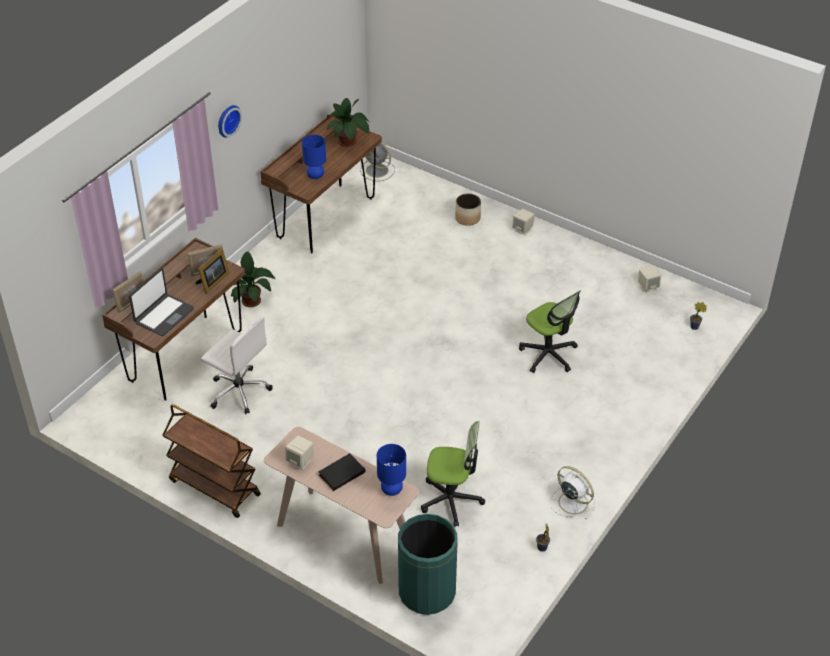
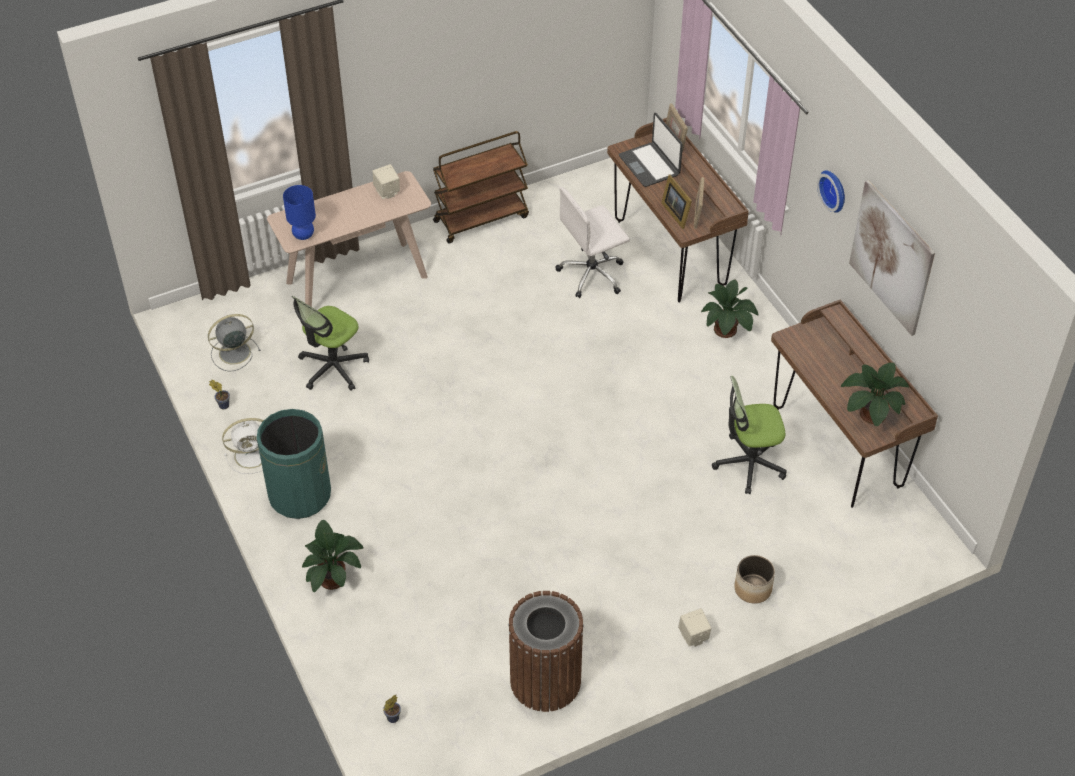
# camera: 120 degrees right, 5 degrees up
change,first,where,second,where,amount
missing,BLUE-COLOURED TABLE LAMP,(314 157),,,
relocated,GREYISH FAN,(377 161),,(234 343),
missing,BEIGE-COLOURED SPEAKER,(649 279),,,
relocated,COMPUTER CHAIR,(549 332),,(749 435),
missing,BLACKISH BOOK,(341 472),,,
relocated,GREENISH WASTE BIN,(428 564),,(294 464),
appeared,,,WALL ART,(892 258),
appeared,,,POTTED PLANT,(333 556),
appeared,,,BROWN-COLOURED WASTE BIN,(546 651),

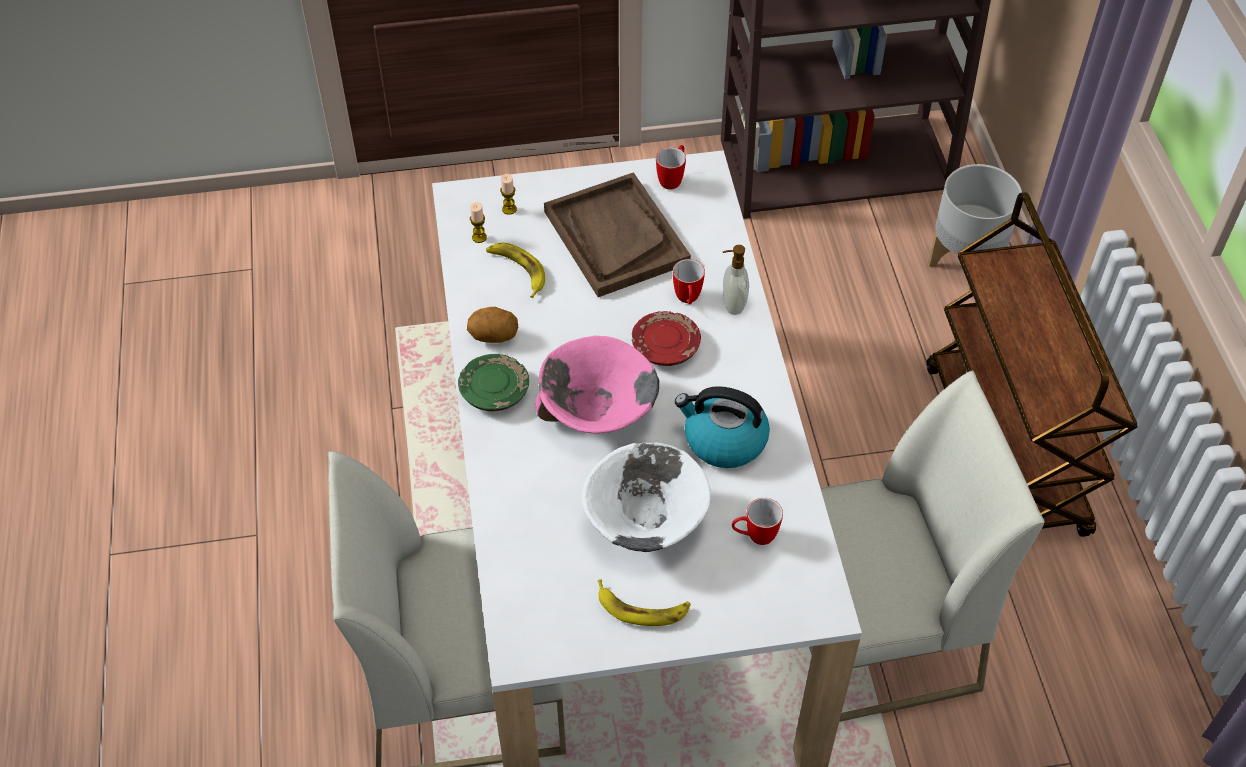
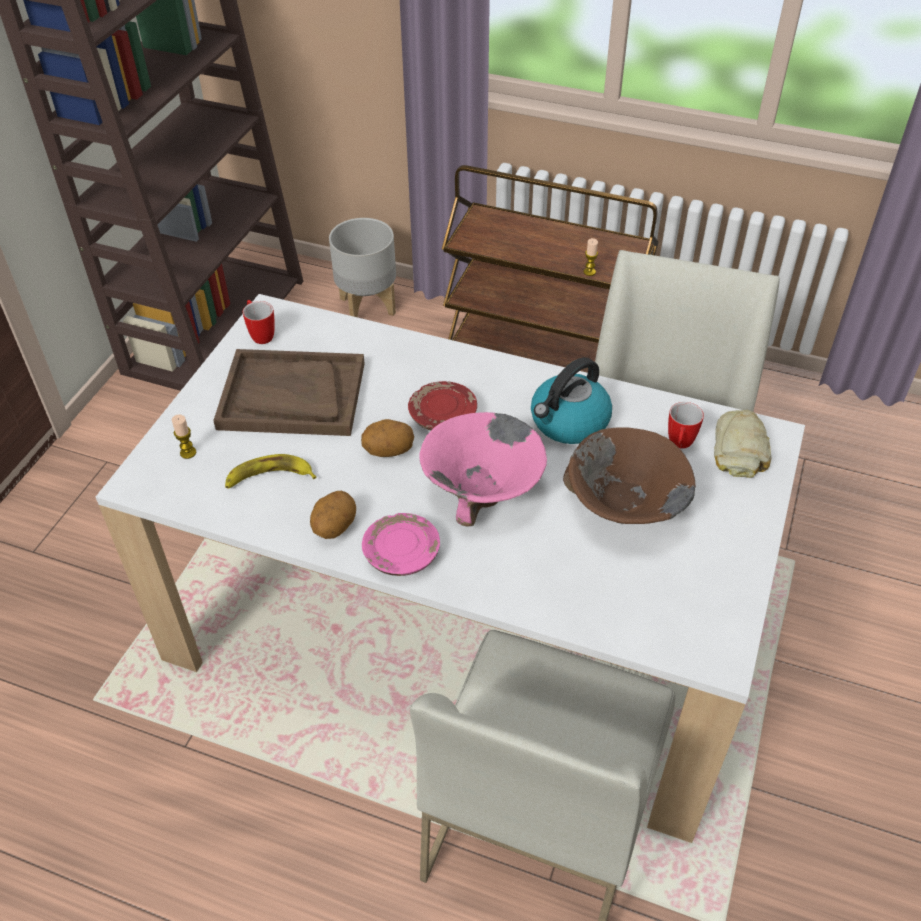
# camera: 60 degrees left, 5 degrees down
change,first,where,second,where,amount
relocated,CANDLE,(478 222),,(591 257),
missing,SOAP BOTTLE,(736 280),,,
missing,TEA MUG,(689 281),,,
colour,GREENISH FLAT DISH,(493 382),PINK FLAT DISH,(401 544),
colour,WHITE-COLOURED SERVING BOWL,(646 497),BROWN-COLOURED SERVING BOWL,(629 475),
missing,BANANA FRUIT,(644 602),,,
appeared,,,BREAD,(742 444),
appeared,,,WHOLE POTATO,(387 438),

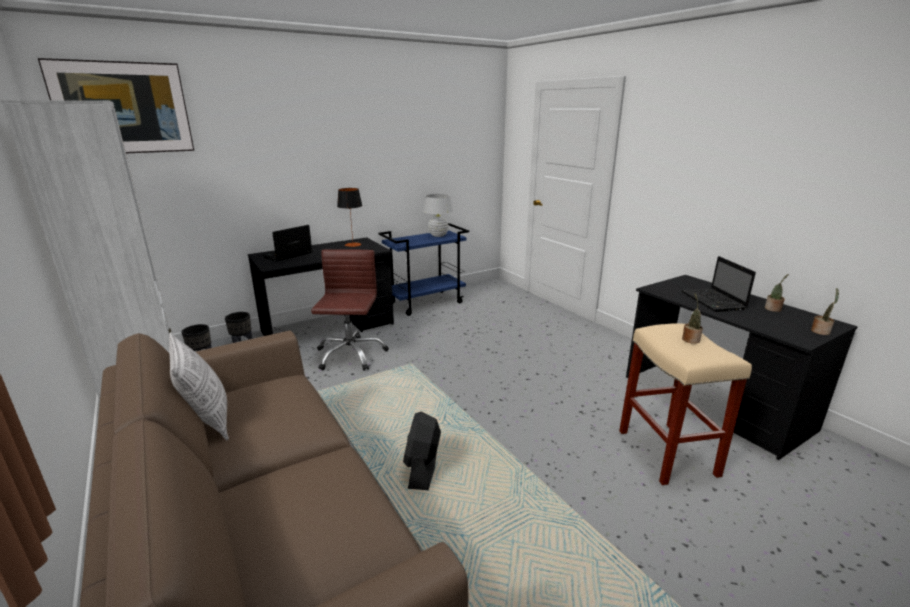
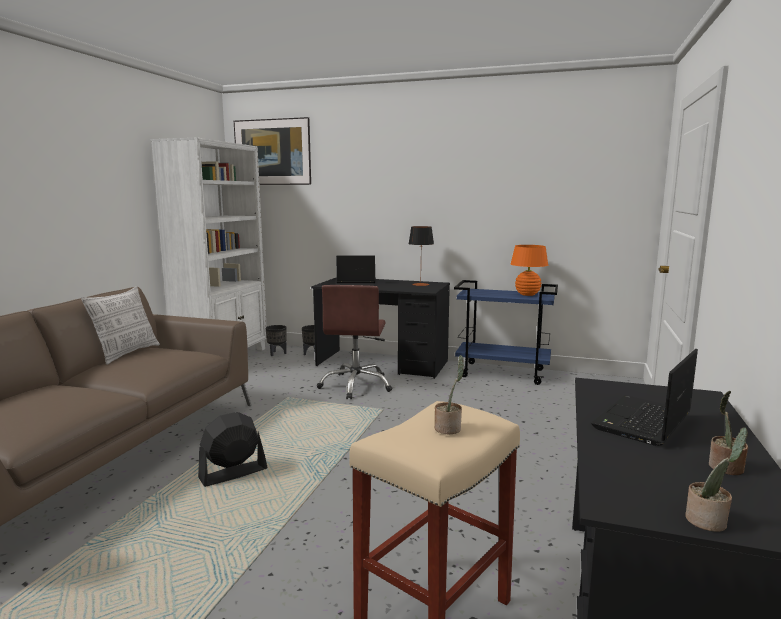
# camera: 50 degrees right, 10 degrees down
change,first,where,second,where,amount
colour,WHITE-COLOURED TABLE LAMP,(438 215),ORANGE TABLE LAMP,(529 270),
spun,BROWN-COLOURED COMPUTER CHAIR,(350 310),,(354 342),135 degrees clockwise

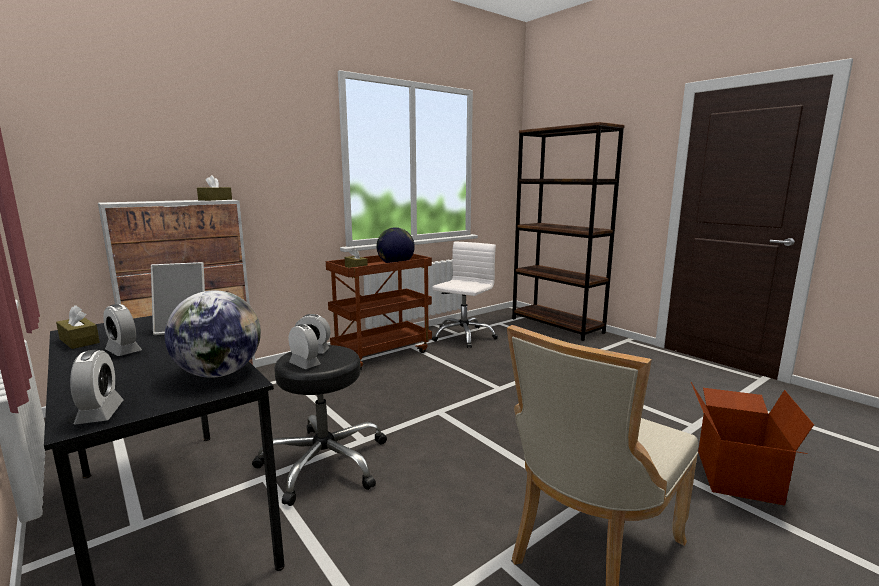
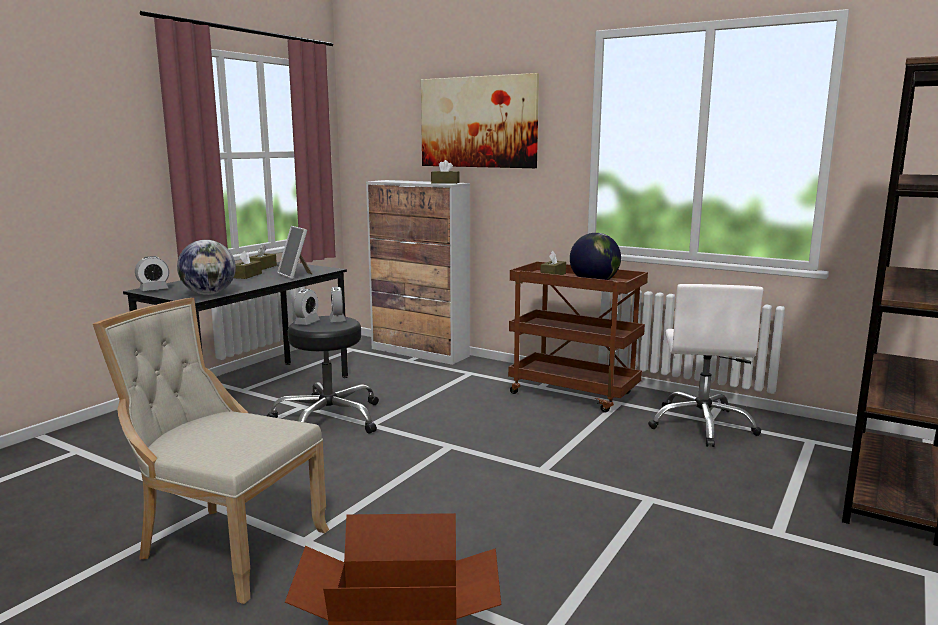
# camera: 70 degrees right, 0 degrees up
change,first,where,second,where,amount
spun,WHITE-COLOURED COMPUTER CHAIR,(465 295),,(705 365),90 degrees clockwise
exchanged,TABLE CLOCK,(122 330),BROWN-COLOURED TISSUE BOX,(248 265),
appeared,,,WALL ART,(480 120),

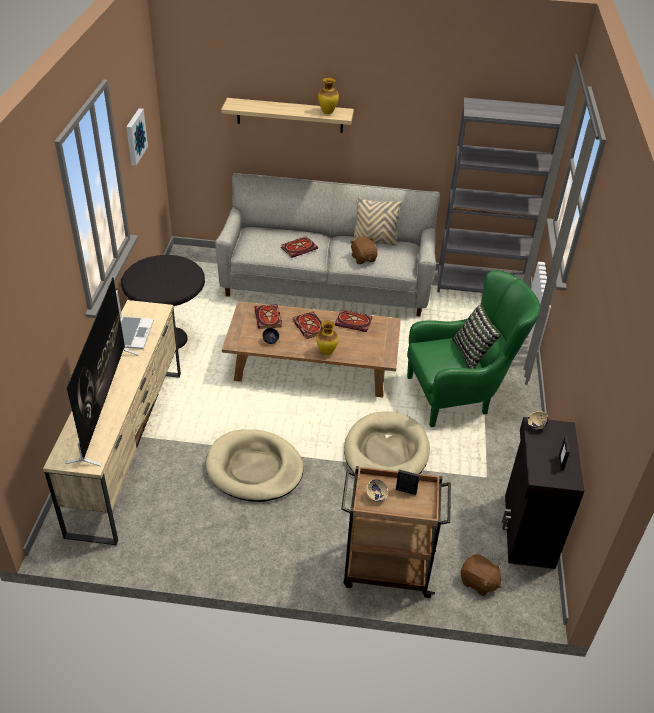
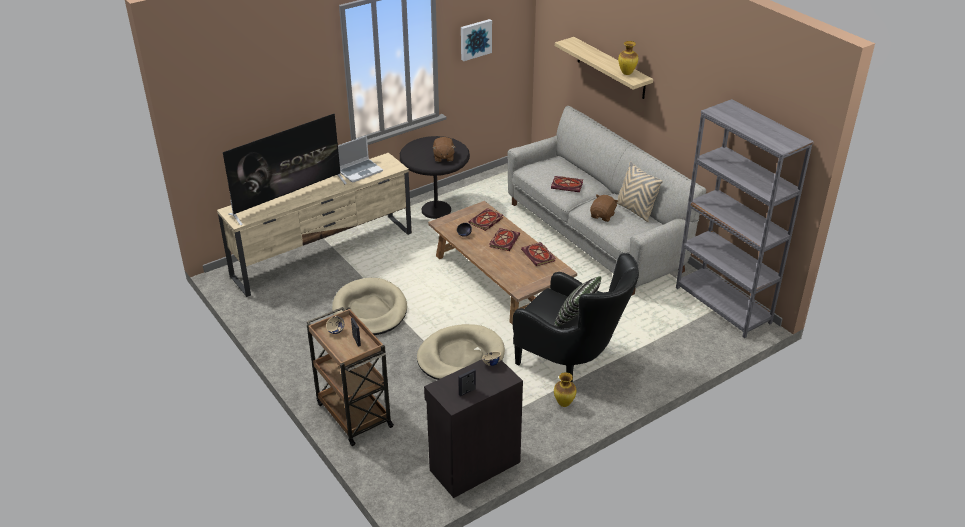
# camera: 50 degrees right, 5 degrees down
change,first,where,second,where,amount
colour,GREENISH EASY CHAIR,(474 348),BLACKISH EASY CHAIR,(576 318),
relocated,DECORATIVE VASE,(327 338),,(565 389),
relocated,BROWN-COLOURED SOFT TOY,(481 575),,(443 149),

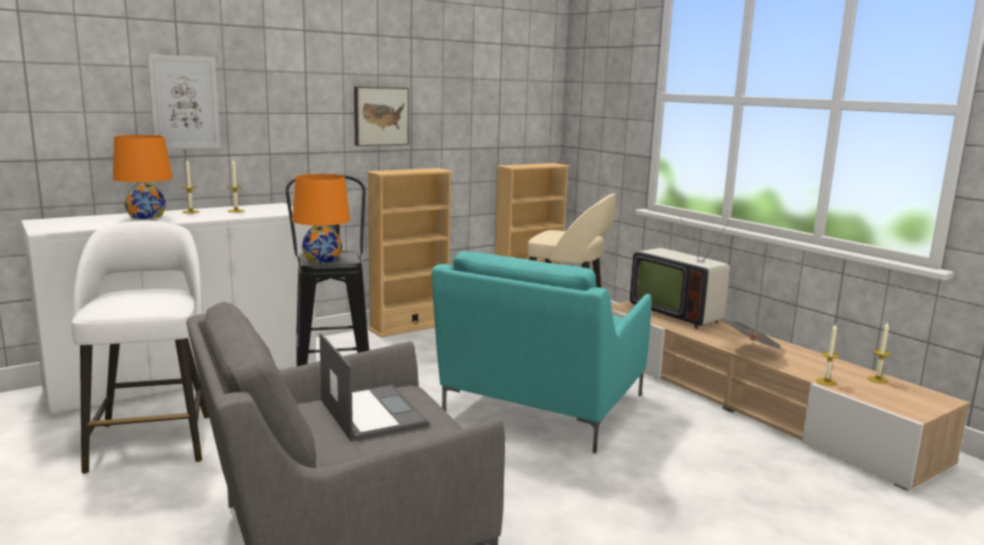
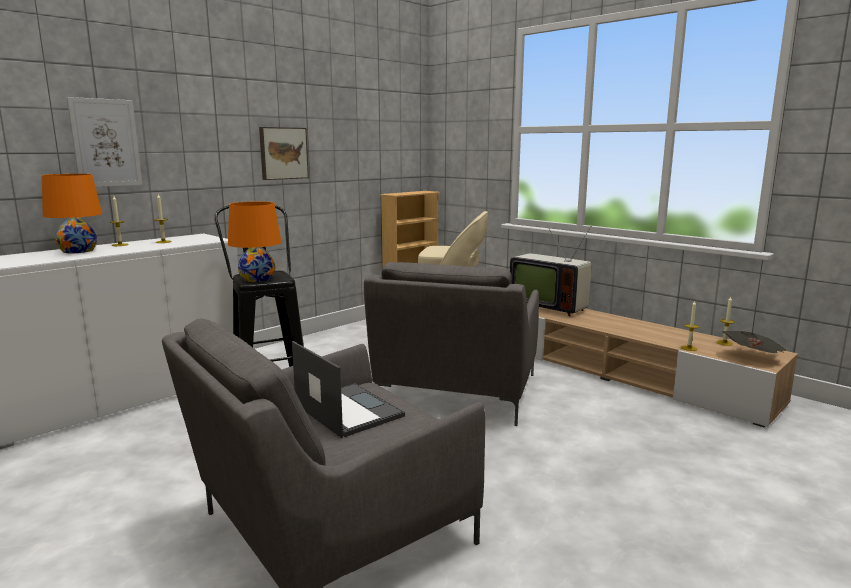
# camera: 10 degrees left, 0 degrees up
change,first,where,second,where,amount
missing,BEIGE-COLOURED BOOKCASE,(410 252),,,
missing,WHITE-COLOURED STOOL,(140 347),,,
colour,TURQUOISE EASY CHAIR,(542 352),GREYISH EASY CHAIR,(451 344),
relocated,NEWSPAPER,(754 335),,(754 342),

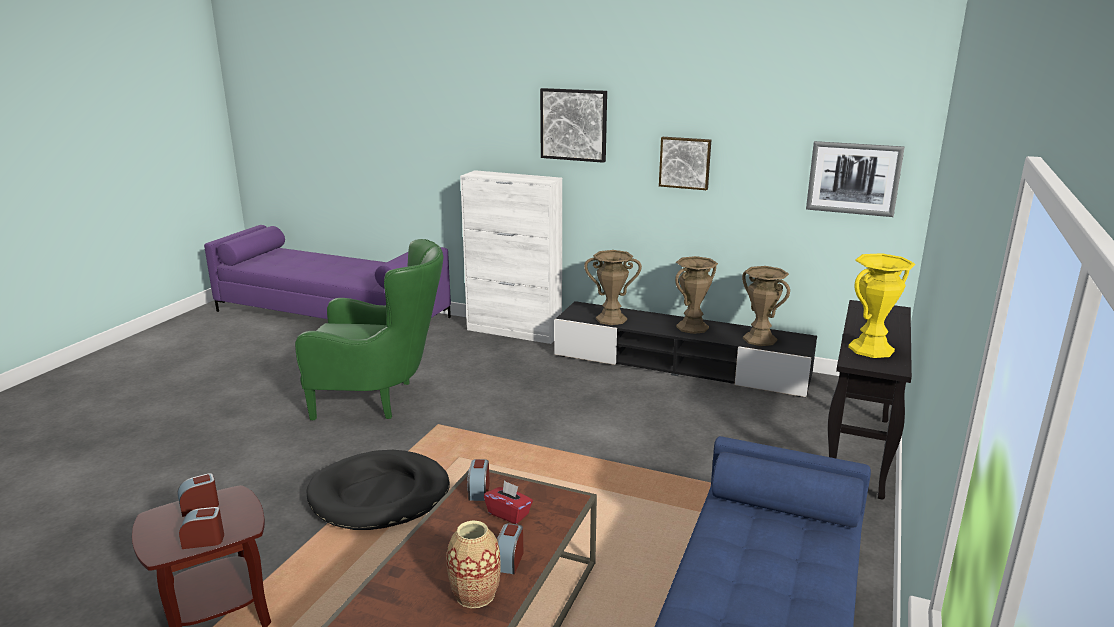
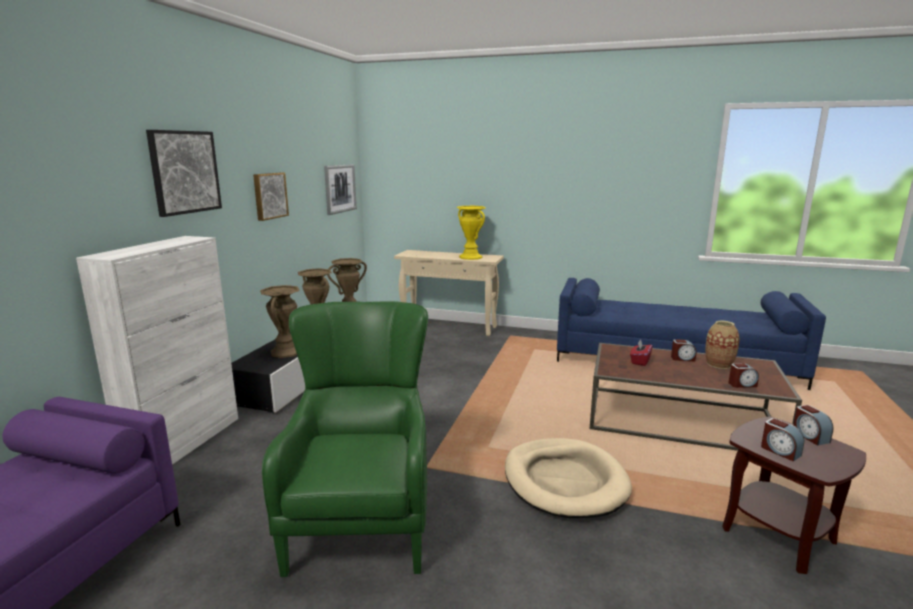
# camera: 95 degrees left, 5 degrees down
change,first,where,second,where,amount
colour,BLACKISH NARROW TABLE,(870 400),BEIGE-COLOURED NARROW TABLE,(449 293),
colour,BLACKISH PET BED,(378 490),BEIGE-COLOURED PET BED,(568 478),
relocated,TABLE CLOCK,(478 480),,(744 375),

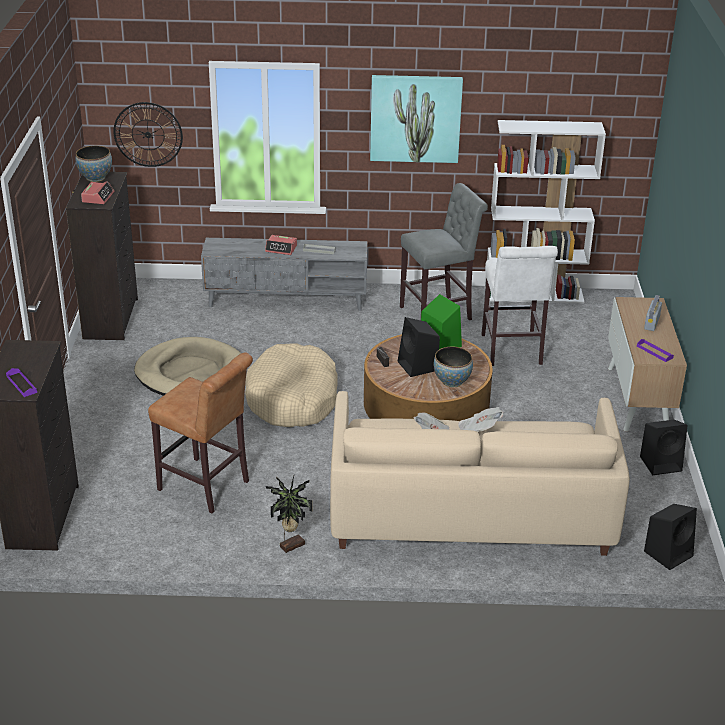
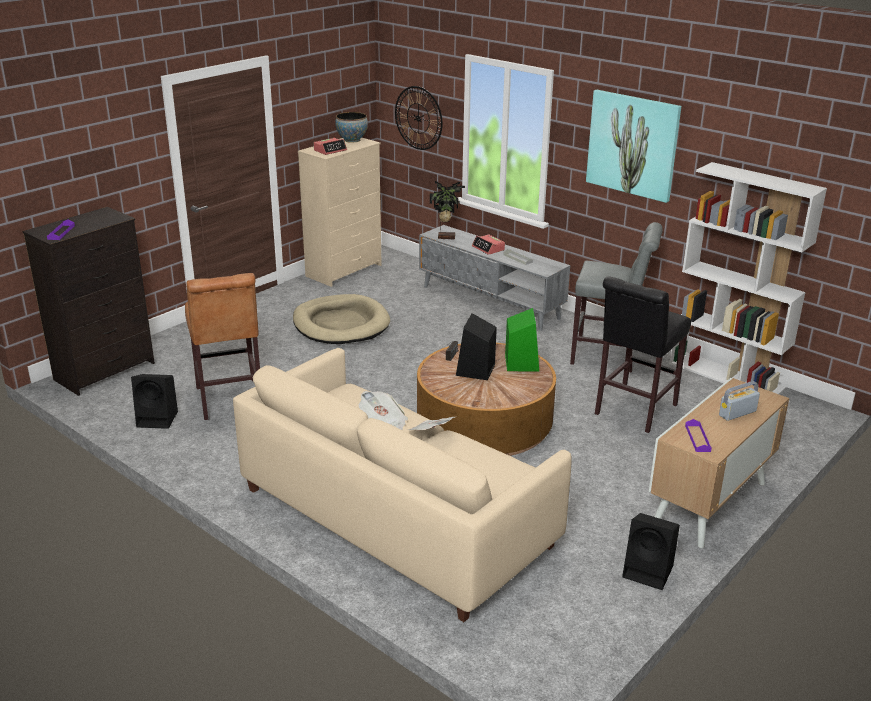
# camera: 40 degrees right, 5 degrees down
change,first,where,second,where,amount
colour,BLACKISH DRESSER,(102 256),BEIGE-COLOURED DRESSER,(340 212),
colour,WHITE-COLOURED STOOL,(519 306),BLACKISH STOOL,(643 354),
missing,BEIGE-COLOURED PET BED,(291 385),,,
missing,SERVING BOWL,(453 367),,,
relocated,POTTED PLANT,(289 514),,(447 210),
relocated,BLACKISH SPEAKER,(670 537),,(154 401),

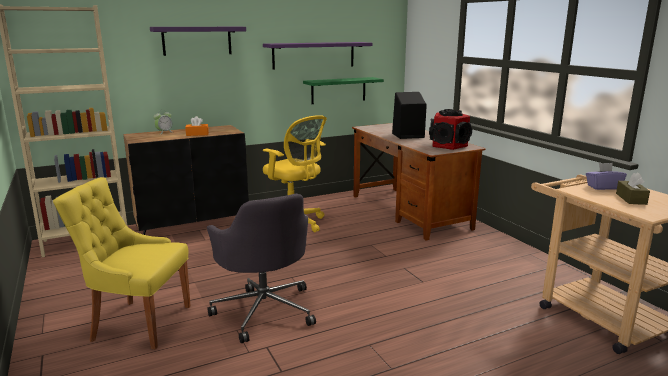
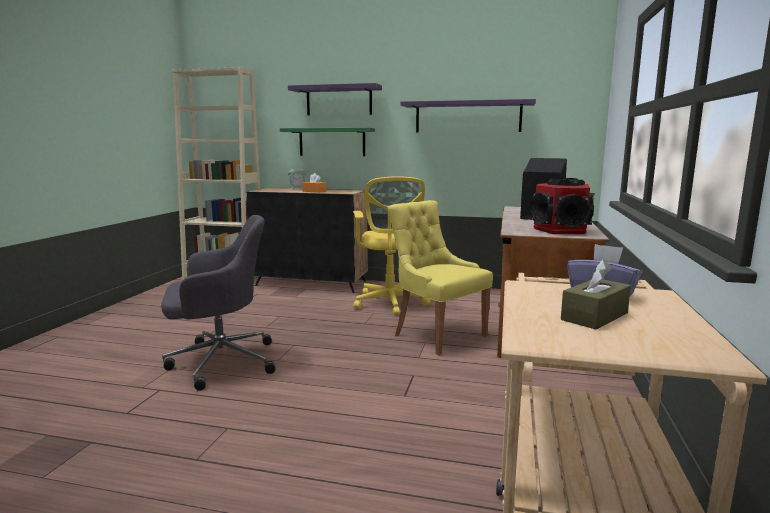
# camera: 40 degrees right, 5 degrees down
change,first,where,second,where,amount
relocated,GREENISH SHELF,(343 90),,(327 142),
relocated,YELLOW PLAIN CHAIR,(122 263),,(440 277),
spun,GREYISH COMPUTER CHAIR,(261 268),,(218 303),120 degrees counterclockwise

